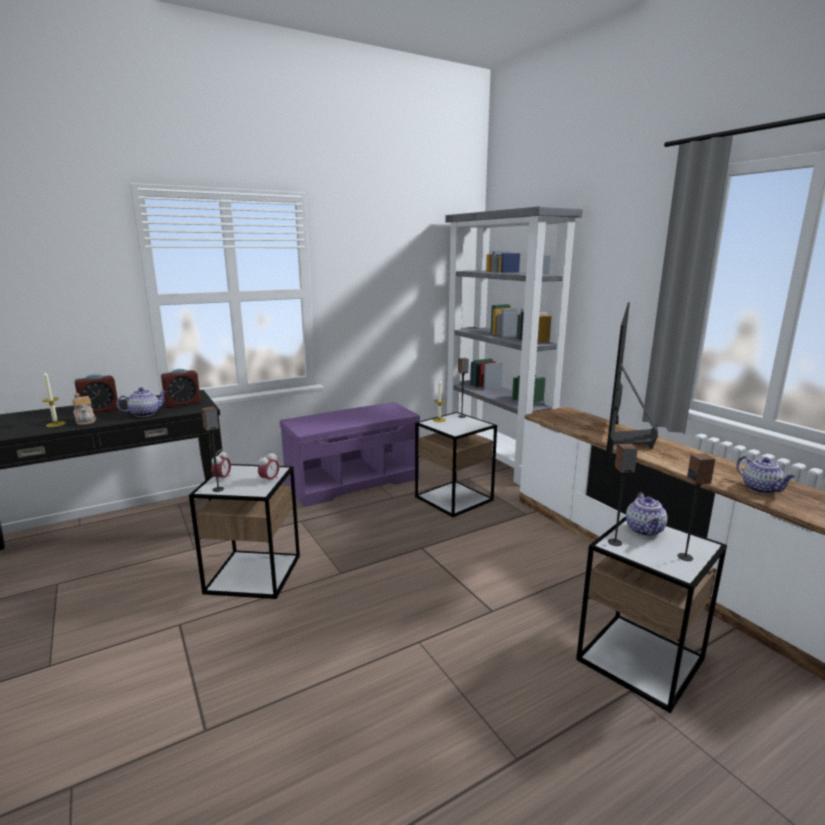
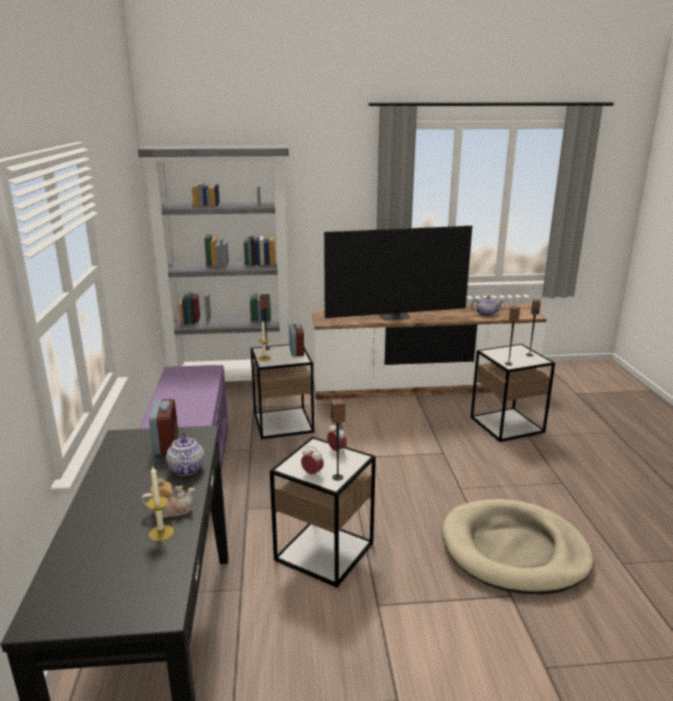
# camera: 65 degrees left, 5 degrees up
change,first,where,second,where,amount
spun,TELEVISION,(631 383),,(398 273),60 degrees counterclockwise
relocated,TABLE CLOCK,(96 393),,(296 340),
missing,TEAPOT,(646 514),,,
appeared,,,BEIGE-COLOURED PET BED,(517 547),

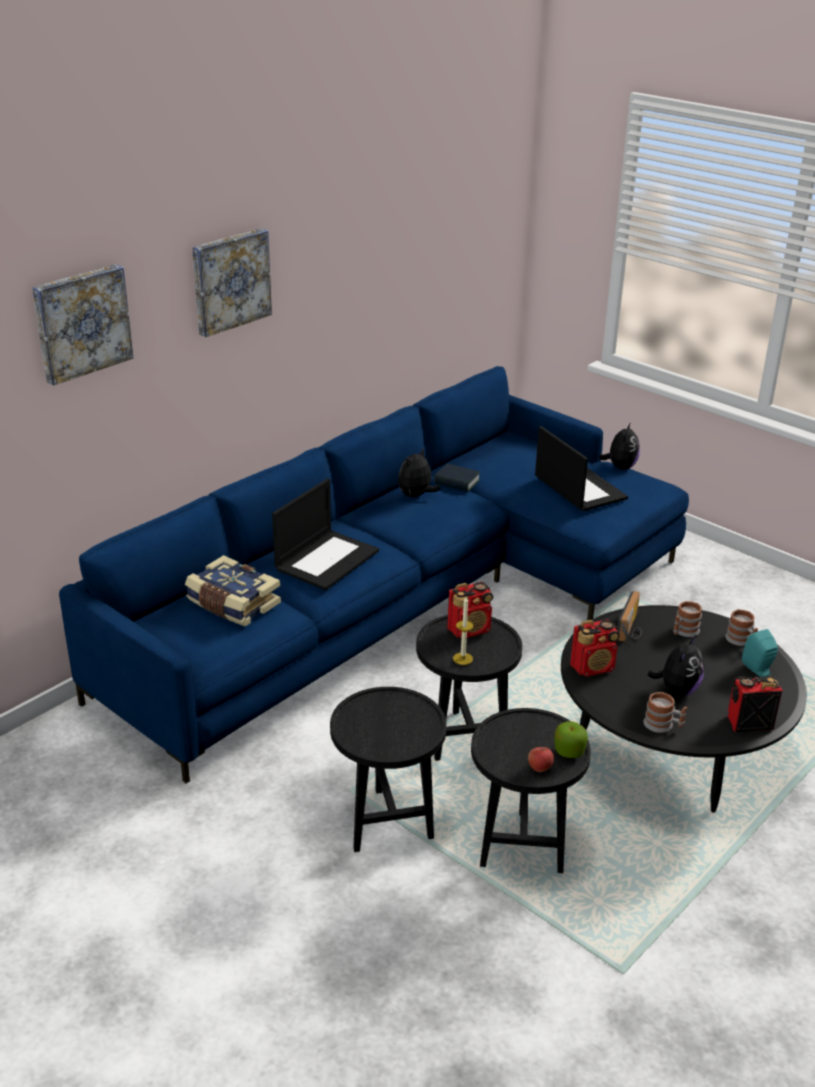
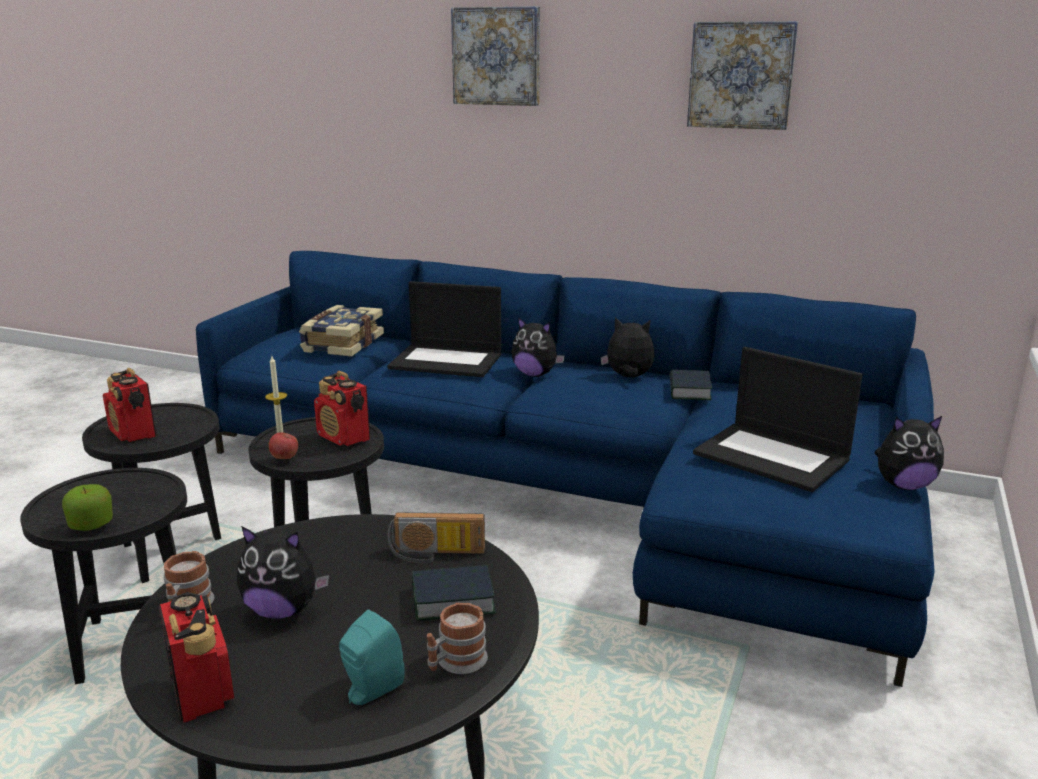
# camera: 70 degrees right, 10 degrees down
change,first,where,second,where,amount
relocated,WALL ART,(82 325),,(742 75),
spun,PORTABLE COMPUTER,(581 468),,(778 419),90 degrees clockwise
exchanged,TEA MUG,(687 619),BOOK,(454 593),
relocated,RADIO RECEIVER,(594 648),,(129 405),
relocated,APPLE,(541 759),,(283 445),
appeared,,,SOFT TOY,(538 347),

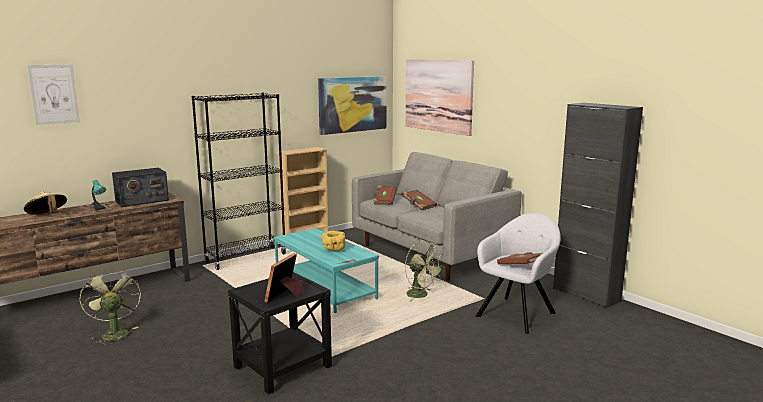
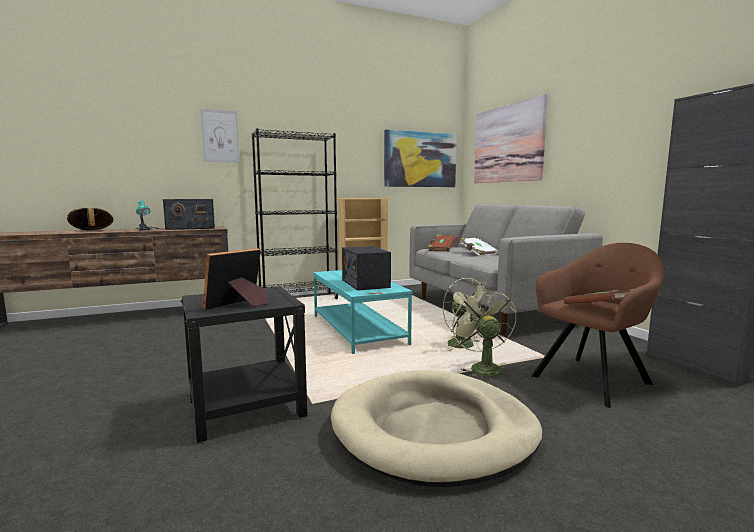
# camera: 15 degrees right, 5 degrees down
change,first,where,second,where,amount
relocated,WALL ART,(53 95),,(220 136),
colour,BROWN-COLOURED BOOK,(420 200),WHITE-COLOURED BOOK,(479 247),
colour,GREYISH EASY CHAIR,(518 273),BROWN-COLOURED EASY CHAIR,(598 325),
exchanged,YELLOW SERVING BOWL,(333 241),RADIO RECEIVER,(366 268),
relocated,GREENISH FAN,(110 307),,(483 334),
appeared,,,BEIGE-COLOURED PET BED,(436 428),

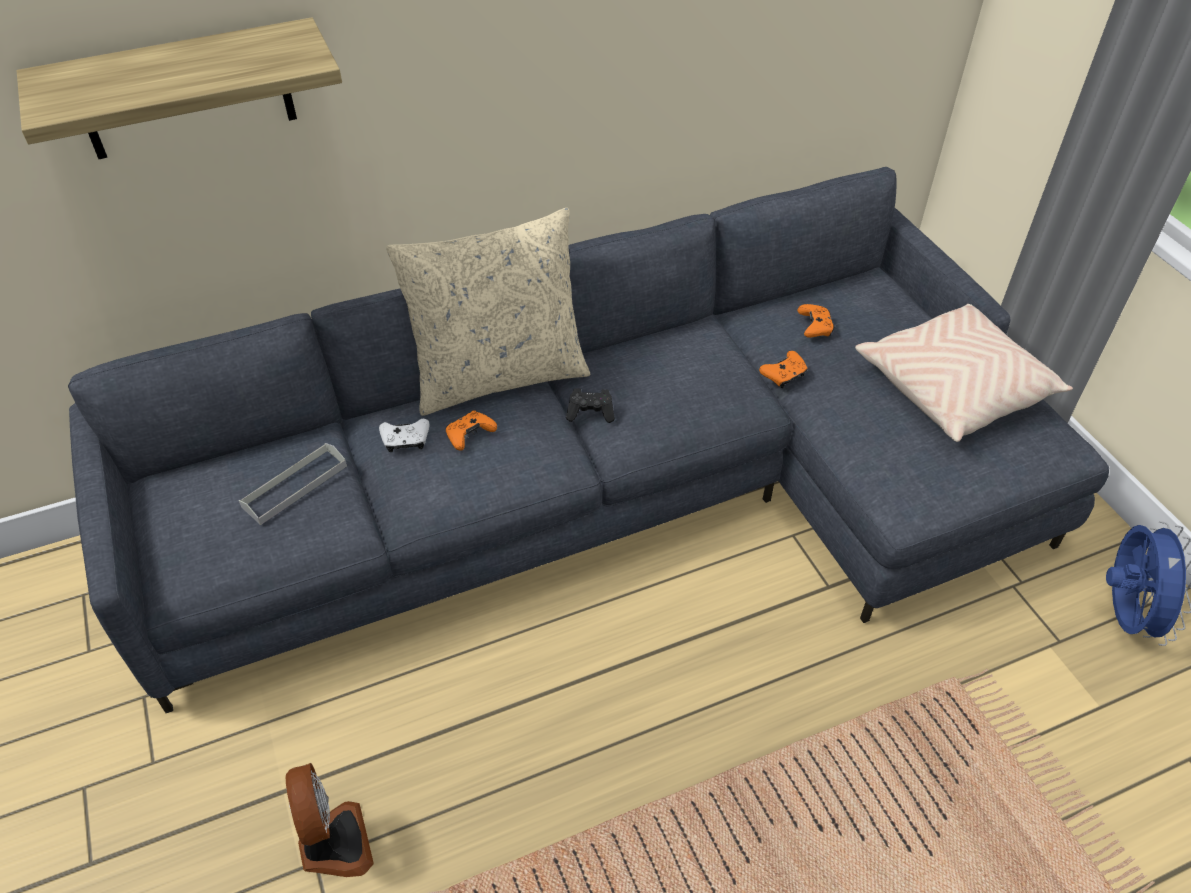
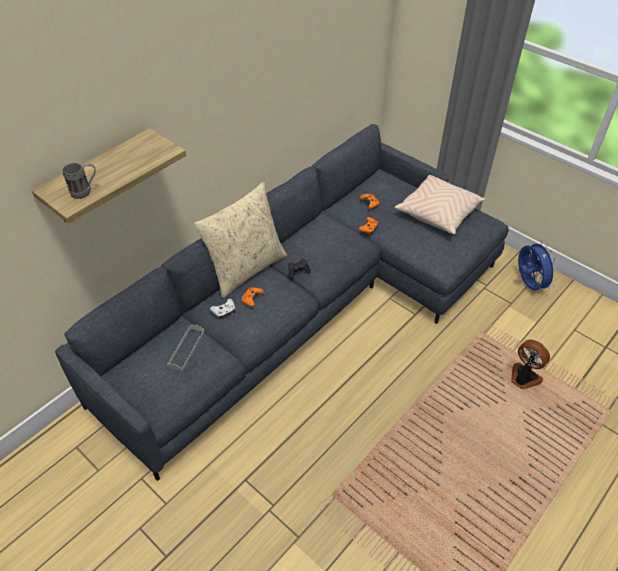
# camera: 25 degrees left, 0 degrees up
change,first,where,second,where,amount
relocated,FAN,(329 820),,(530 364),
appeared,,,GREYISH TEA MUG,(79 181),

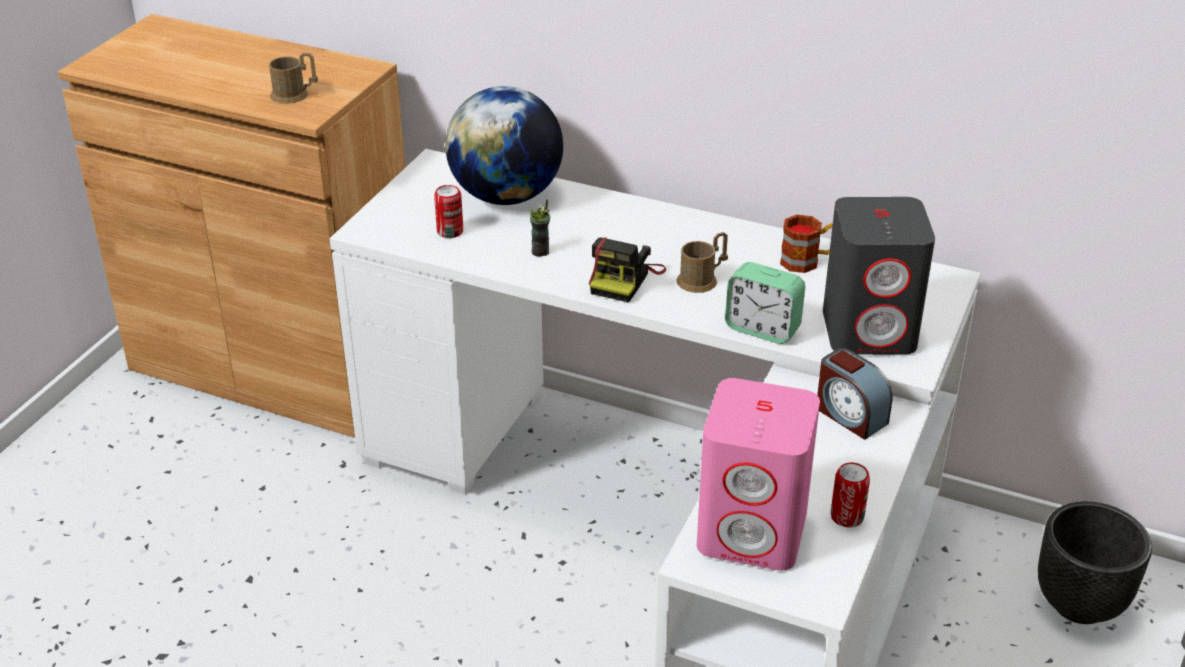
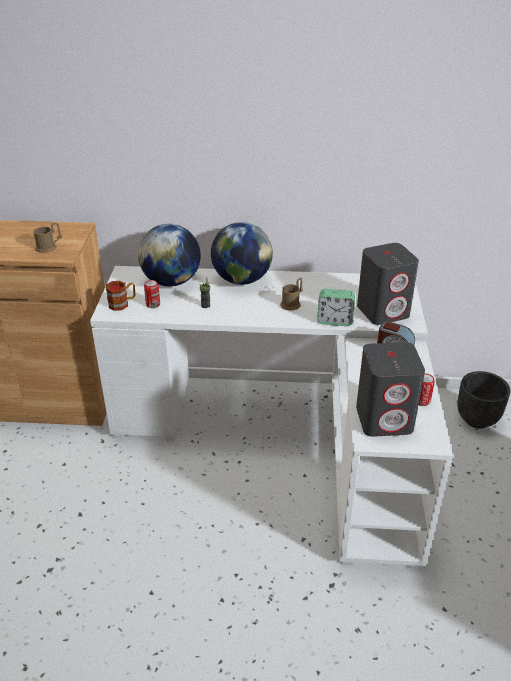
# camera: 20 degrees left, 0 degrees up
change,first,where,second,where,amount
relocated,TEA MUG,(806 244),,(120 296),
missing,PHOTO CAMERA,(627 269),,,
colour,PINK SPEAKER,(758 474),GREYISH SPEAKER,(390 389),
appeared,,,DESK GLOBE,(242 253),

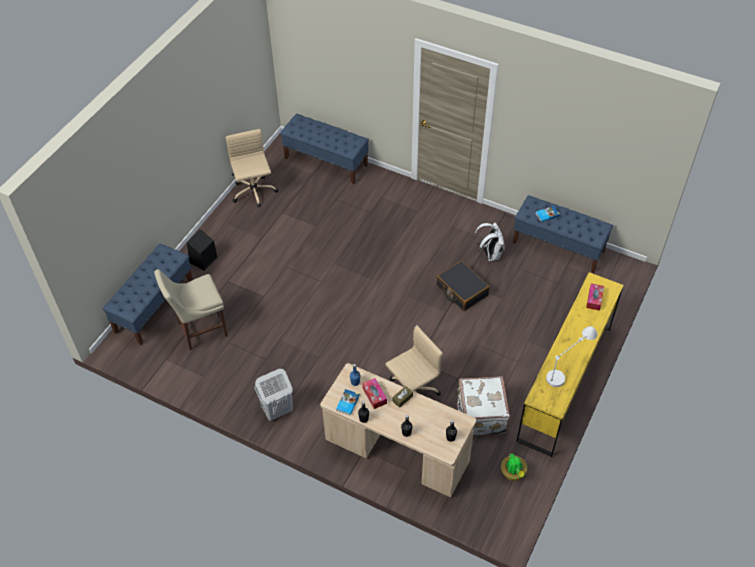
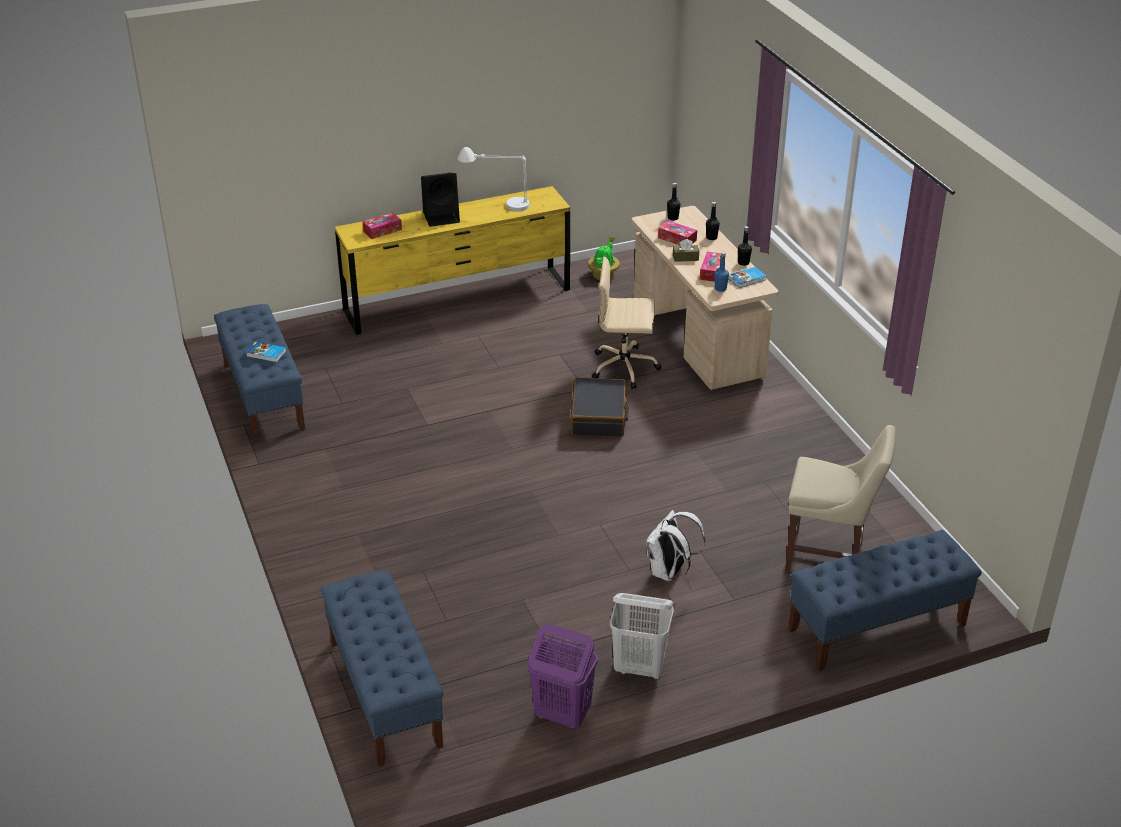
# camera: 140 degrees left, 15 degrees down
change,first,where,second,where,amount
exchanged,BEIGE-COLOURED COMPUTER CHAIR,(252 168),PURPLE LAUNDRY BASKET,(563 676),
relocated,WHITE-COLOURED RUCKSACK,(489 241),,(675 545),
relocated,BLACKISH SPEAKER,(202 250),,(440 199),
relocated,BLACKISH TRAVEL CASE,(463 285),,(600 407),
relocated,WHITE-COLOURED LAUNDRY BASKET,(273 395),,(642 636),
missing,WHITE-COLOURED TRAVEL CASE,(483 406),,,
appeared,,,TISSUE BOX,(677 233),

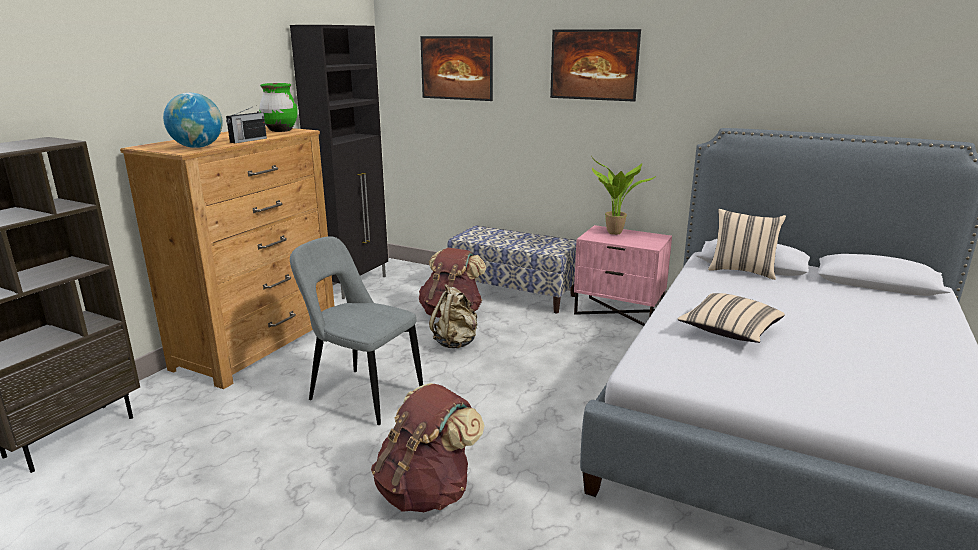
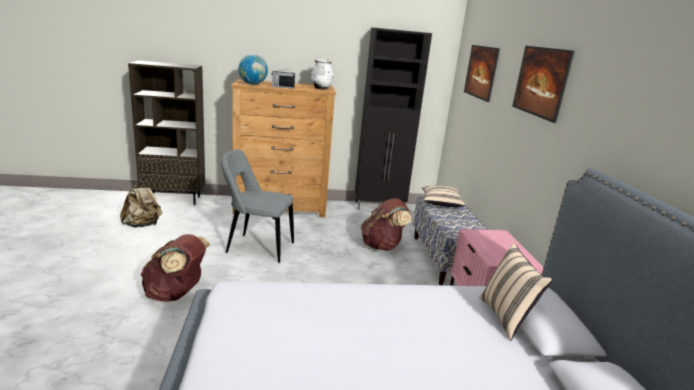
# camera: 55 degrees right, 0 degrees up
change,first,where,second,where,amount
colour,GREENISH DECORATIVE VASE,(278 107),WHITE-COLOURED DECORATIVE VASE,(322 74),
missing,POTTED PLANT,(623 195),,,
spun,GREYISH PLAIN CHAIR,(356 330),,(257 206),75 degrees counterclockwise
relocated,BEIGE-COLOURED RUCKSACK,(453 316),,(141 205),
relocated,BEIGE-COLOURED PILLOW,(731 318),,(443 197),

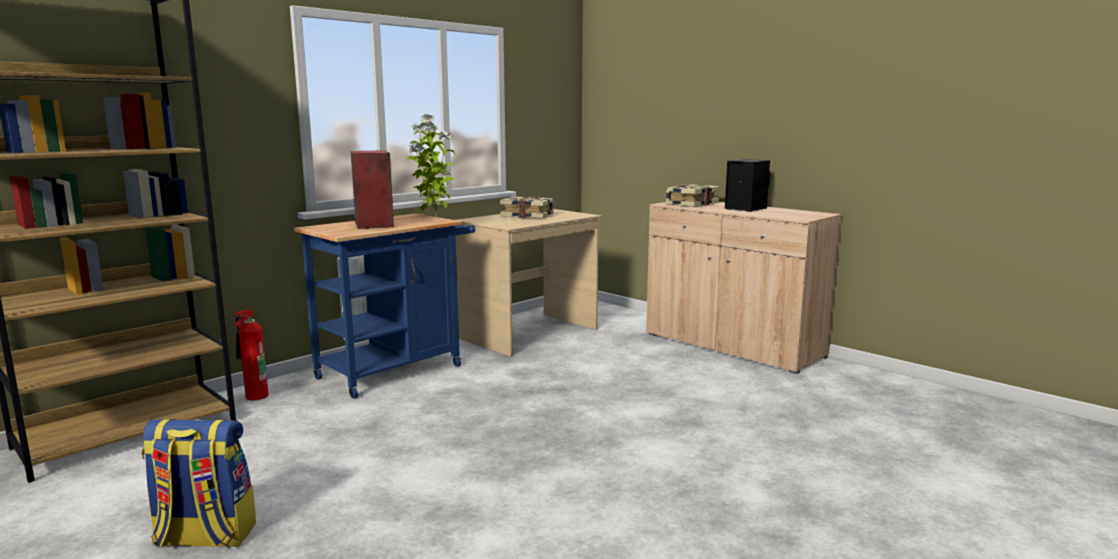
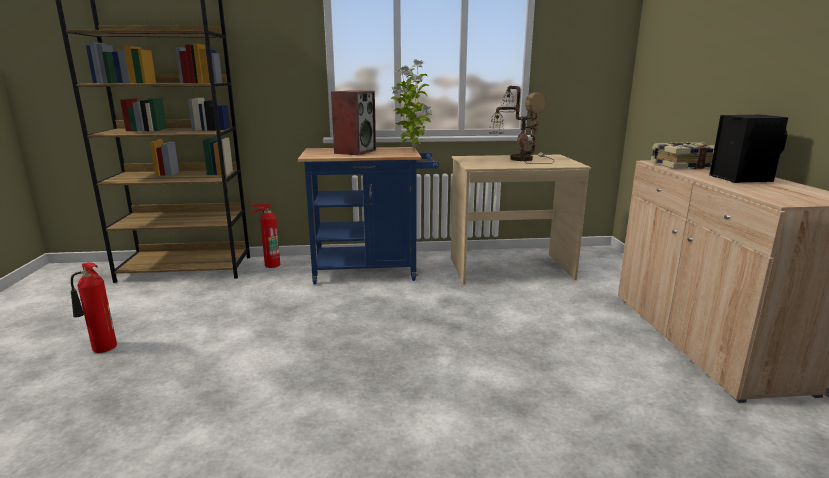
# camera: 40 degrees right, 5 degrees up
change,first,where,second,where,amount
exchanged,BOOK,(527 207),TABLE LAMP,(521 125),
exchanged,RUCKSACK,(198 483),EXTINGUISHER,(94 307),

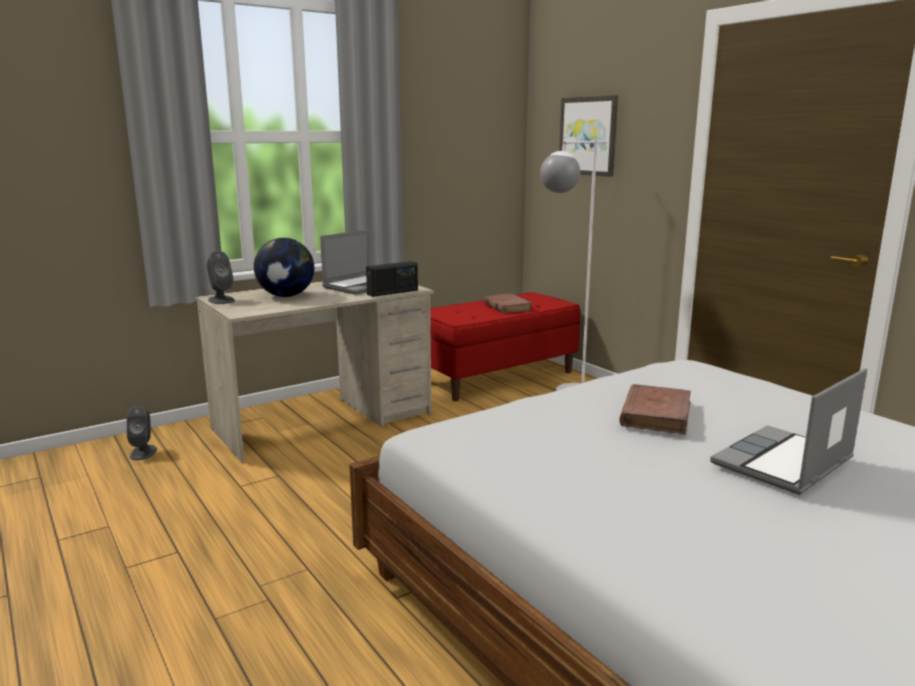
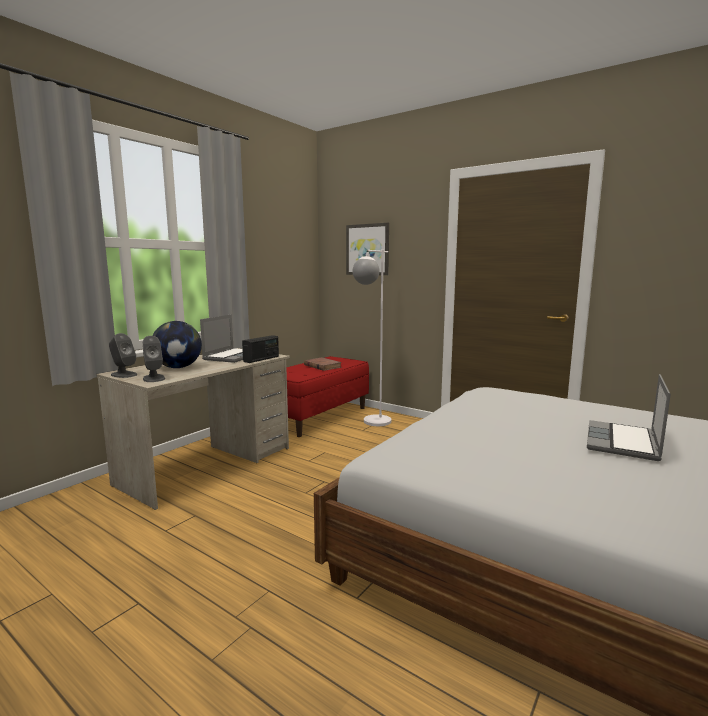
# camera: 20 degrees left, 5 degrees down
change,first,where,second,where,amount
missing,BROWN-COLOURED BOOK,(655 409),,,
relocated,GREYISH SPEAKER,(142 433),,(154 359),

